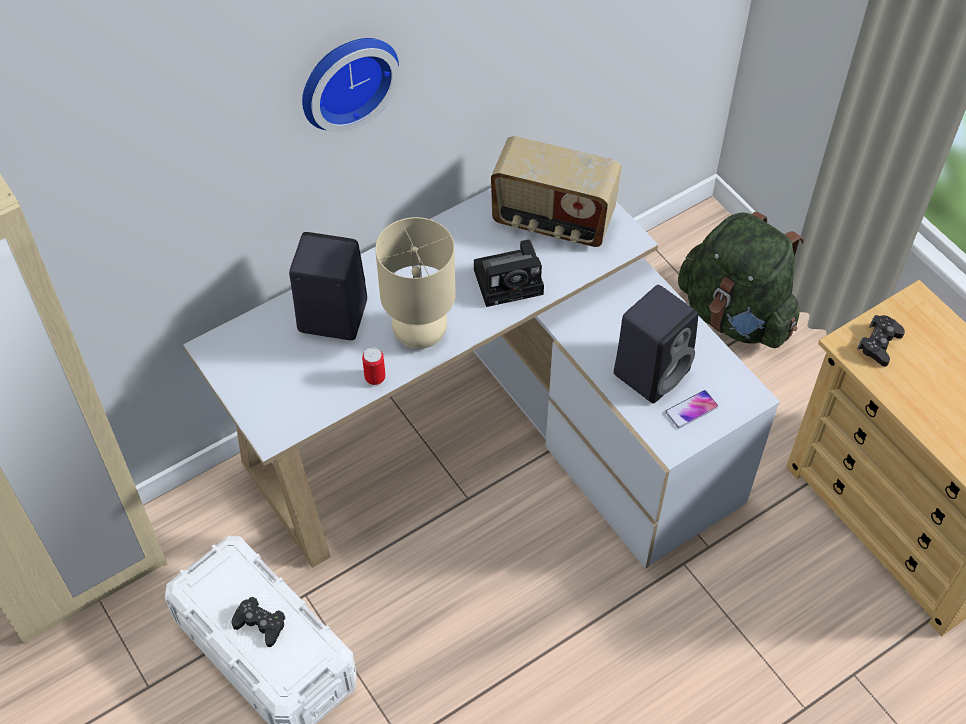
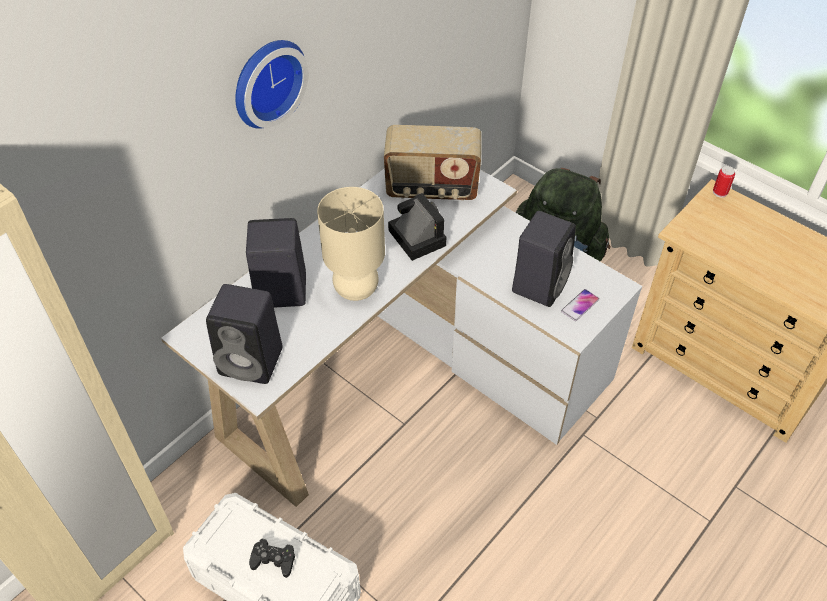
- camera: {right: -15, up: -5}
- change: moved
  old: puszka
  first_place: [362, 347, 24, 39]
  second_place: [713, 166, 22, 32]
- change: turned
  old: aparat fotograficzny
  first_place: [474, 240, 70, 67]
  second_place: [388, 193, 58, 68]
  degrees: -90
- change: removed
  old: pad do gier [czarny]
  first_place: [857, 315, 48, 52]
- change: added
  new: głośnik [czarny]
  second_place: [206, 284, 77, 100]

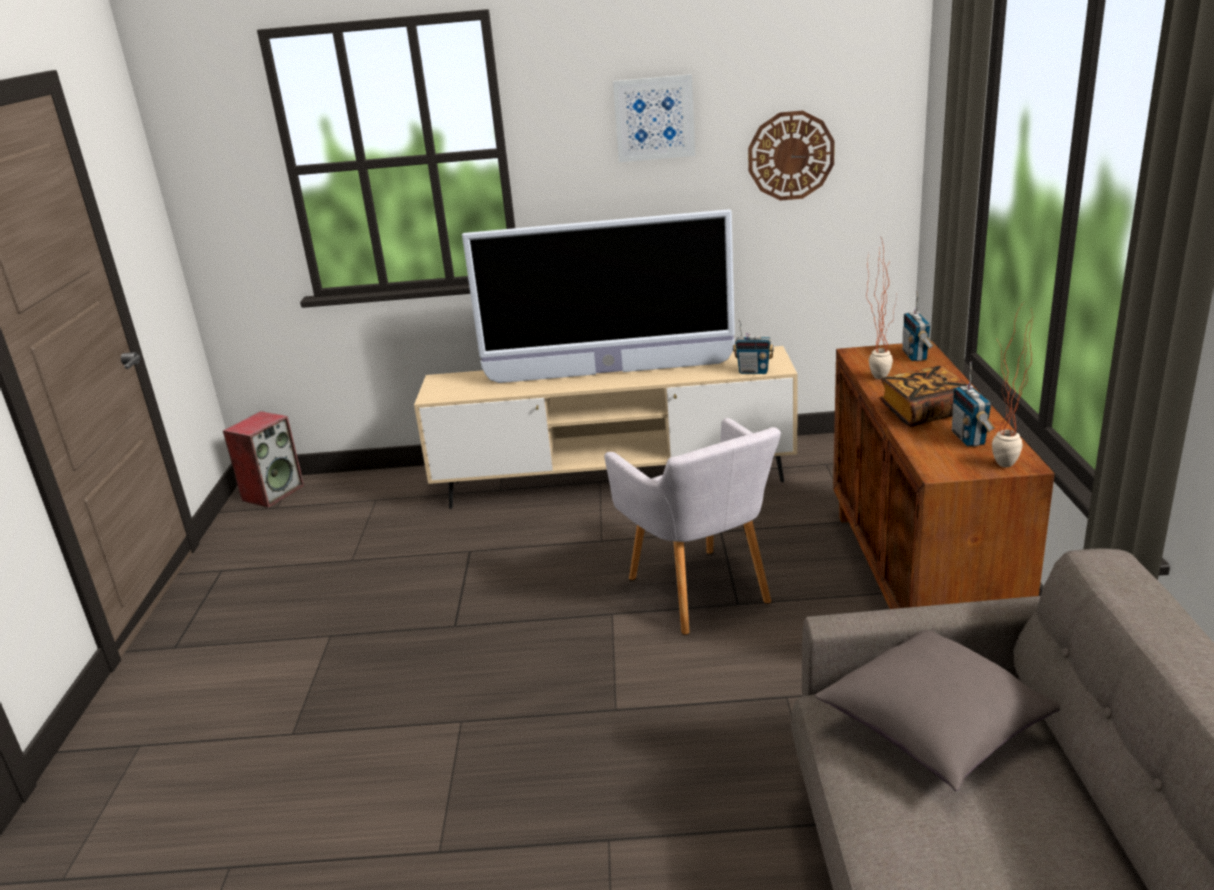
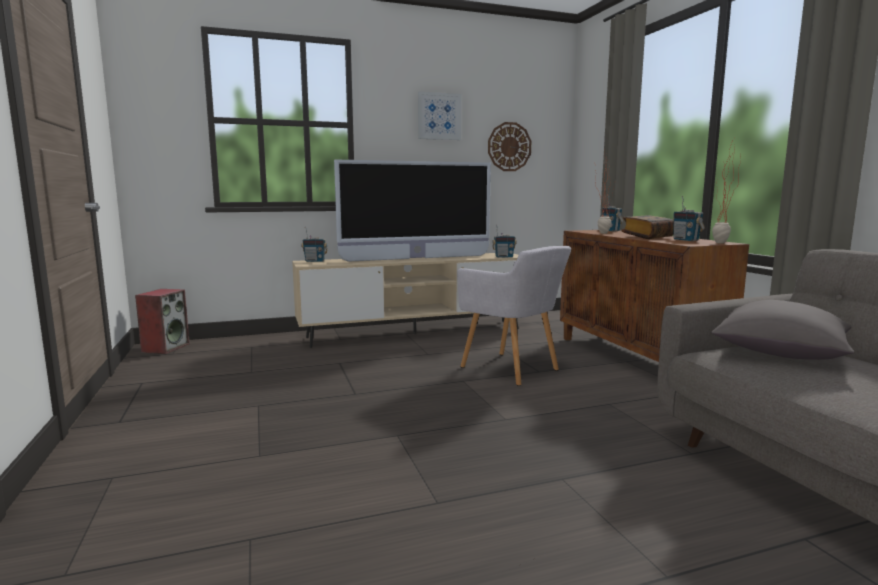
- camera: {right: -20, up: -15}
- change: added
  new: radio
  second_place: [301, 227, 27, 35]

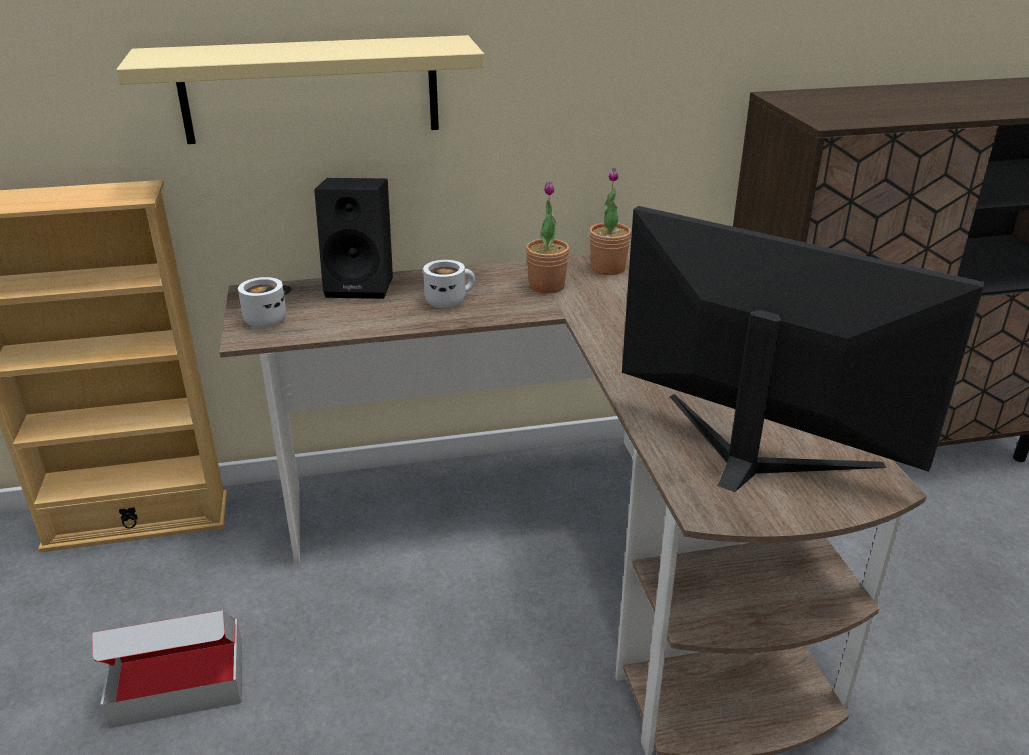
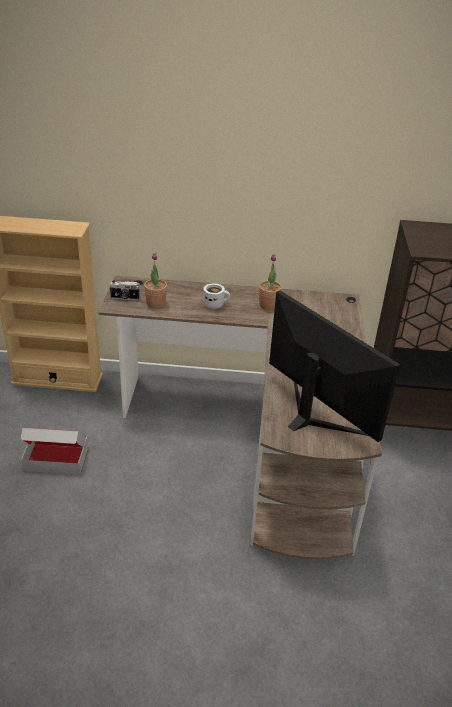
- camera: {right: 15, up: 5}
- change: removed
  old: półka [beżowy]
  first_place: [116, 35, 368, 109]
- change: replaced
  old: kubek [biały]
  new: aparat fotograficzny
  first_place: [238, 277, 48, 51]
  second_place: [109, 281, 31, 19]
- change: removed
  old: głośnik [czarny]
  first_place: [314, 178, 79, 121]
- change: moved
  old: roślina doniczkowa
  first_place: [589, 168, 42, 107]
  second_place: [144, 253, 23, 56]

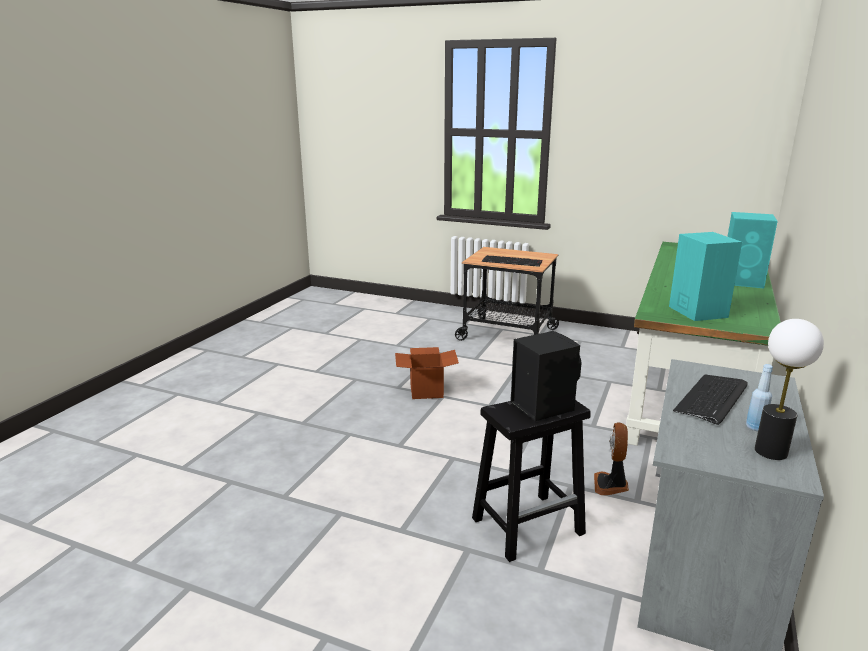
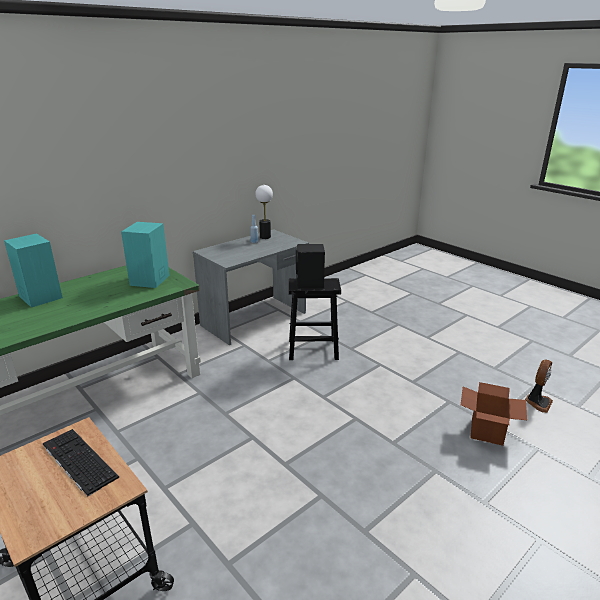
- camera: {right: -155, up: 5}
- change: moved
  old: karton
  first_place: [395, 347, 64, 52]
  second_place: [461, 382, 66, 64]
- change: moved
  old: wentylator
  first_place: [594, 422, 35, 73]
  second_place: [525, 360, 28, 53]
- change: removed
  old: klawiatura
  first_place: [673, 374, 75, 51]

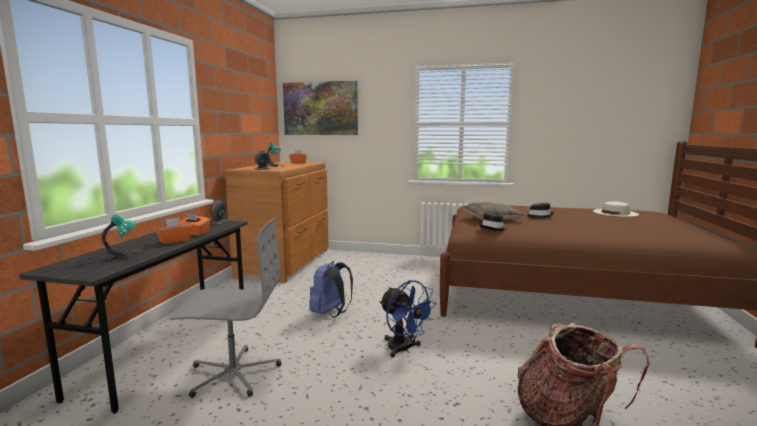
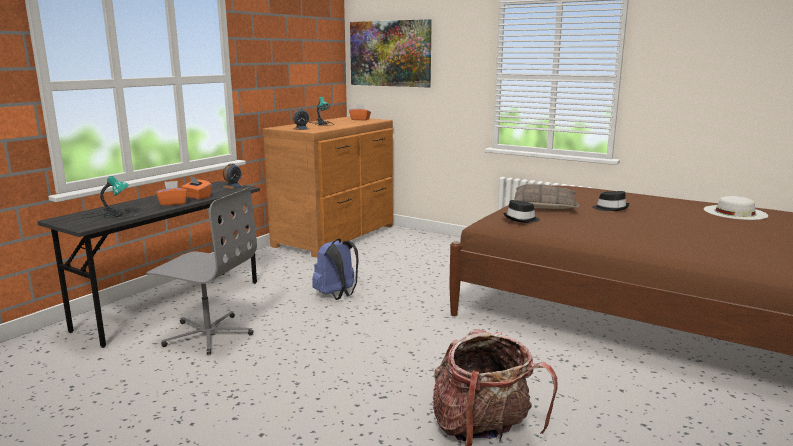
- camera: {right: 20, up: 5}
- change: removed
  old: wentylator [niebieski]
  first_place: [379, 280, 58, 78]

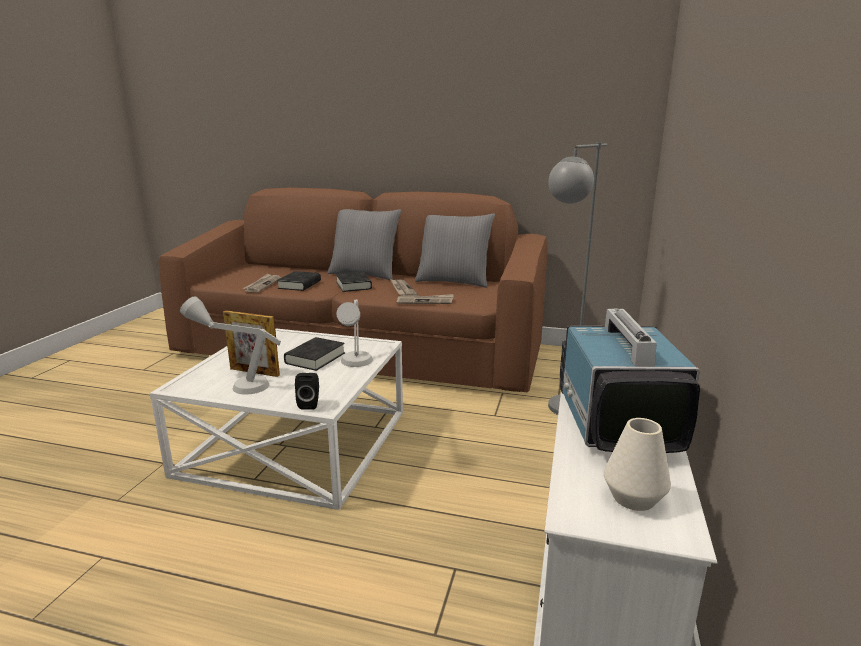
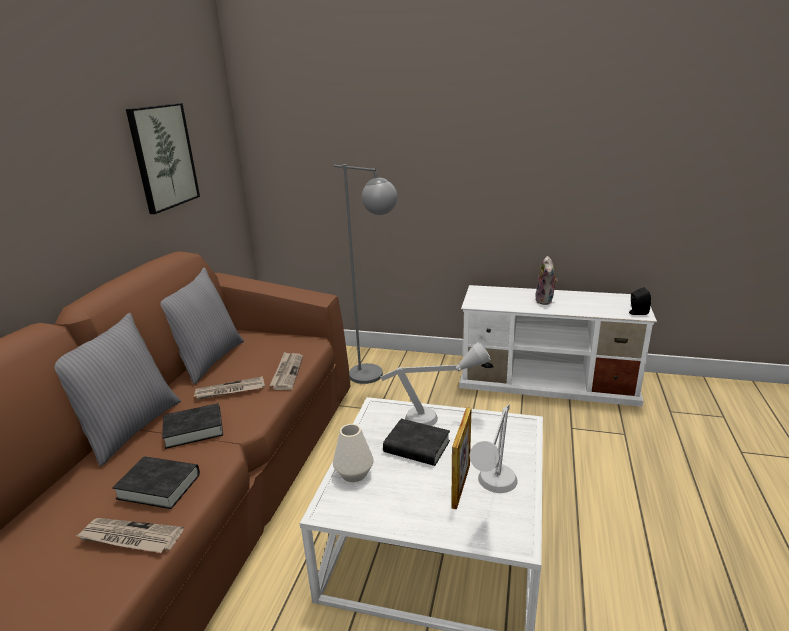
- camera: {right: -90, up: 5}
- change: moved
  old: głośnik [czarny]
  first_place: [295, 373, 24, 37]
  second_place: [629, 287, 22, 28]
- change: replaced
  old: telewizor
  new: pluszak
  first_place: [560, 308, 140, 145]
  second_place: [535, 256, 23, 49]
- change: moved
  old: wazon [biały]
  first_place: [604, 418, 67, 93]
  second_place: [333, 424, 41, 58]
- change: added
  new: obraz
  second_place: [126, 103, 74, 111]

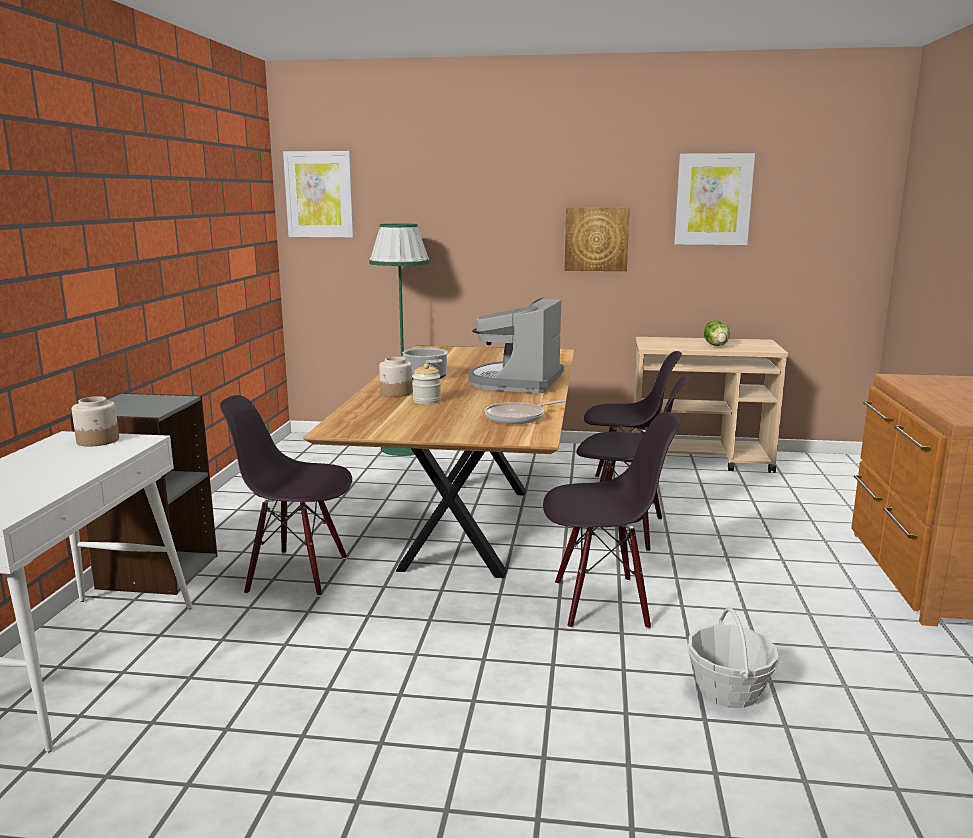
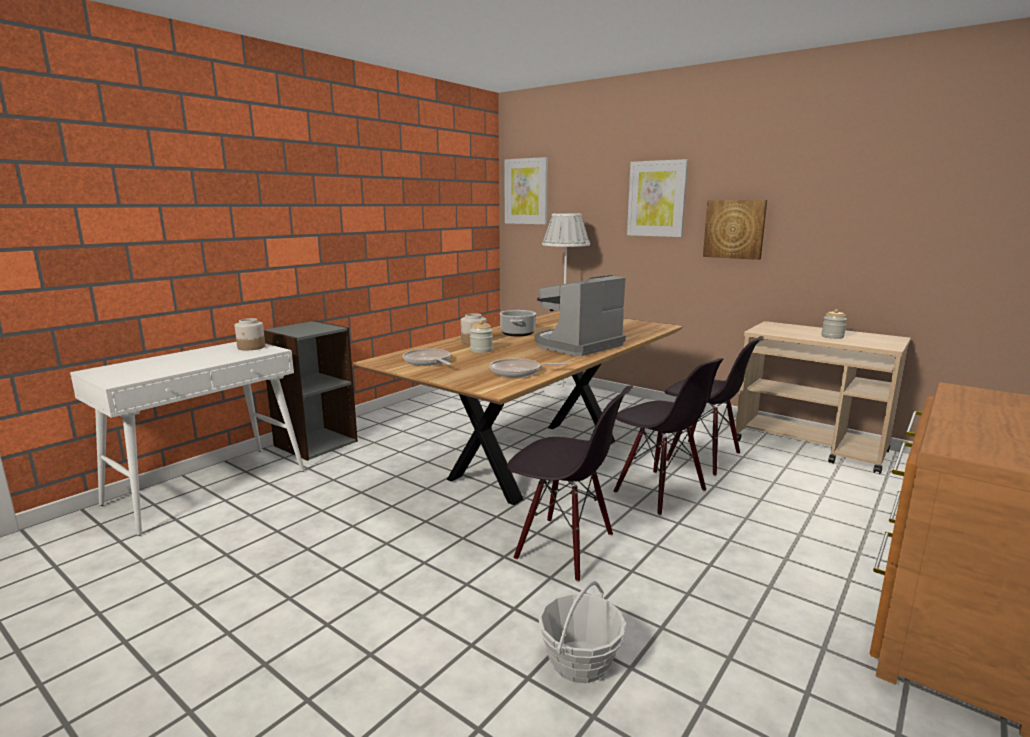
- camera: {right: 30, up: 0}
- change: removed
  old: krzesło [czarny]
  first_place: [220, 395, 132, 202]
- change: recoloured
  old: lampa stojąca [zielony]
  new: lampa stojąca [biały]
  first_place: [369, 224, 61, 232]
  second_place: [542, 213, 48, 185]
- change: moved
  old: obraz
  first_place: [674, 153, 81, 92]
  second_place: [627, 159, 61, 78]
- change: replaced
  old: sałata
  new: słoik
  first_place: [704, 320, 26, 26]
  second_place: [821, 309, 26, 30]
- change: added
  new: patelnia
  second_place: [403, 348, 49, 18]

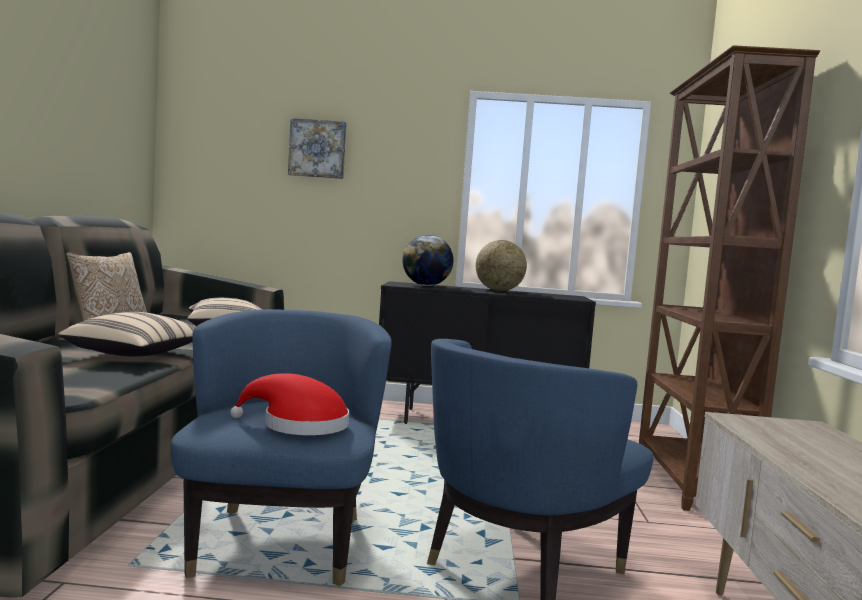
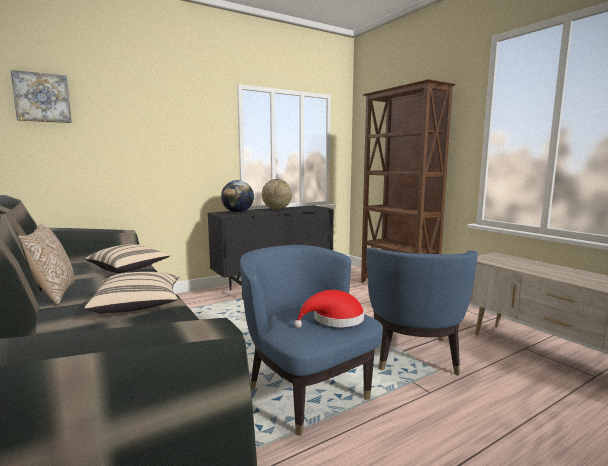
- camera: {right: -35, up: 5}
- change: moved
  old: obraz
  first_place: [288, 118, 59, 61]
  second_place: [11, 70, 61, 53]

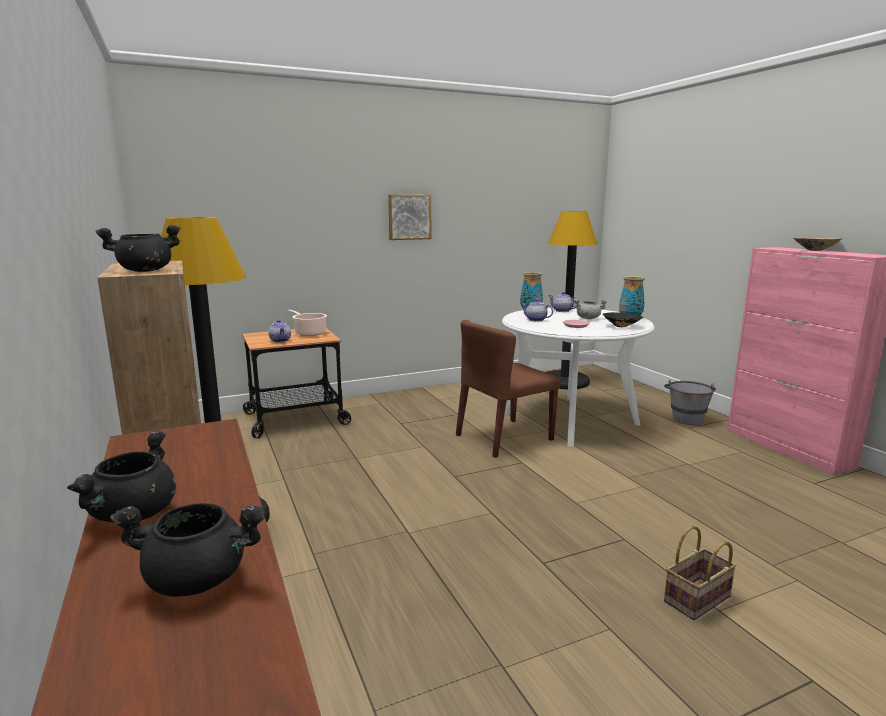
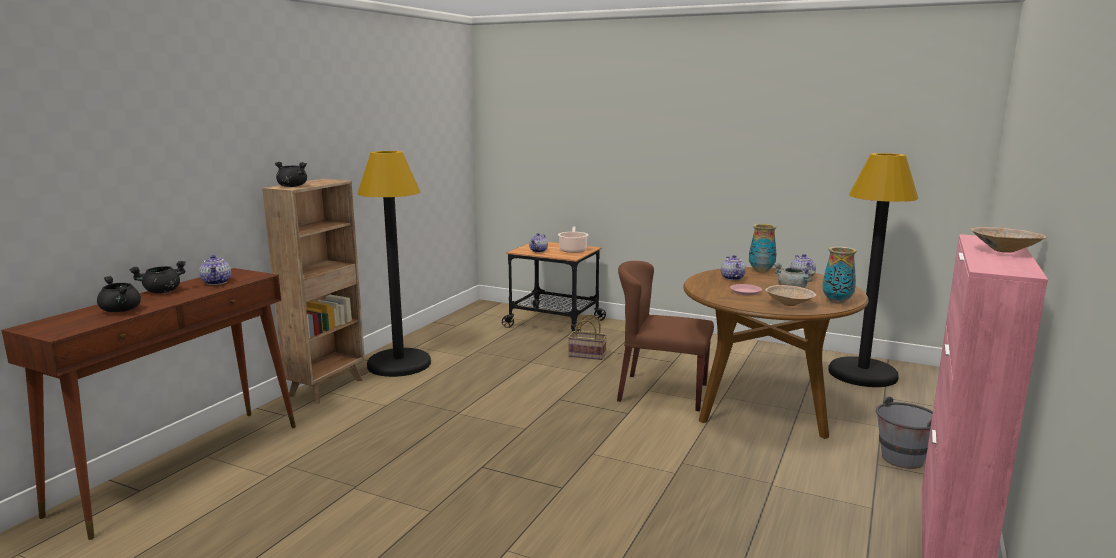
- camera: {right: 50, up: 0}
- change: removed
  old: obraz
  first_place: [388, 195, 43, 45]
- change: recoloured
  old: stół jadalny [biały]
  new: stół jadalny [brązowy]
  first_place: [502, 308, 153, 139]
  second_place: [683, 267, 186, 172]
- change: recoloured
  old: miska [czarny]
  new: miska [beżowy]
  first_place: [603, 312, 40, 15]
  second_place: [765, 285, 51, 21]
- change: moved
  old: koszyk
  first_place: [664, 526, 73, 94]
  second_place: [568, 314, 39, 46]
- change: added
  new: imbryk
  second_place: [199, 255, 32, 30]

